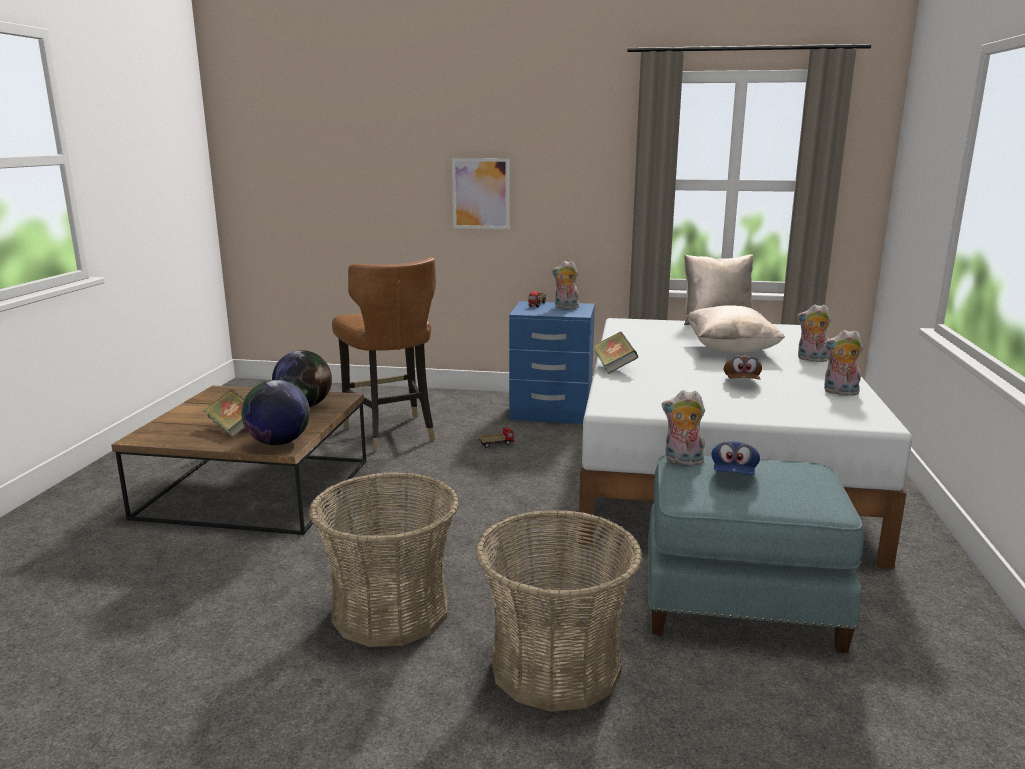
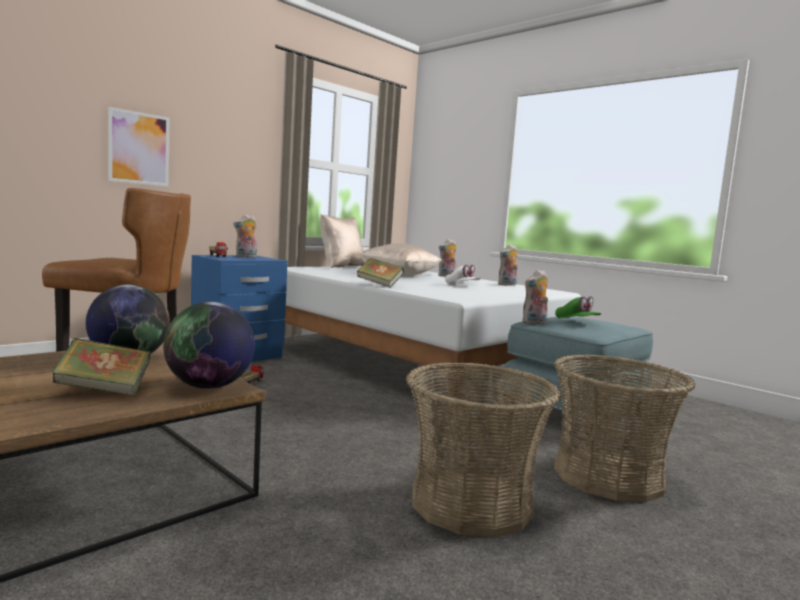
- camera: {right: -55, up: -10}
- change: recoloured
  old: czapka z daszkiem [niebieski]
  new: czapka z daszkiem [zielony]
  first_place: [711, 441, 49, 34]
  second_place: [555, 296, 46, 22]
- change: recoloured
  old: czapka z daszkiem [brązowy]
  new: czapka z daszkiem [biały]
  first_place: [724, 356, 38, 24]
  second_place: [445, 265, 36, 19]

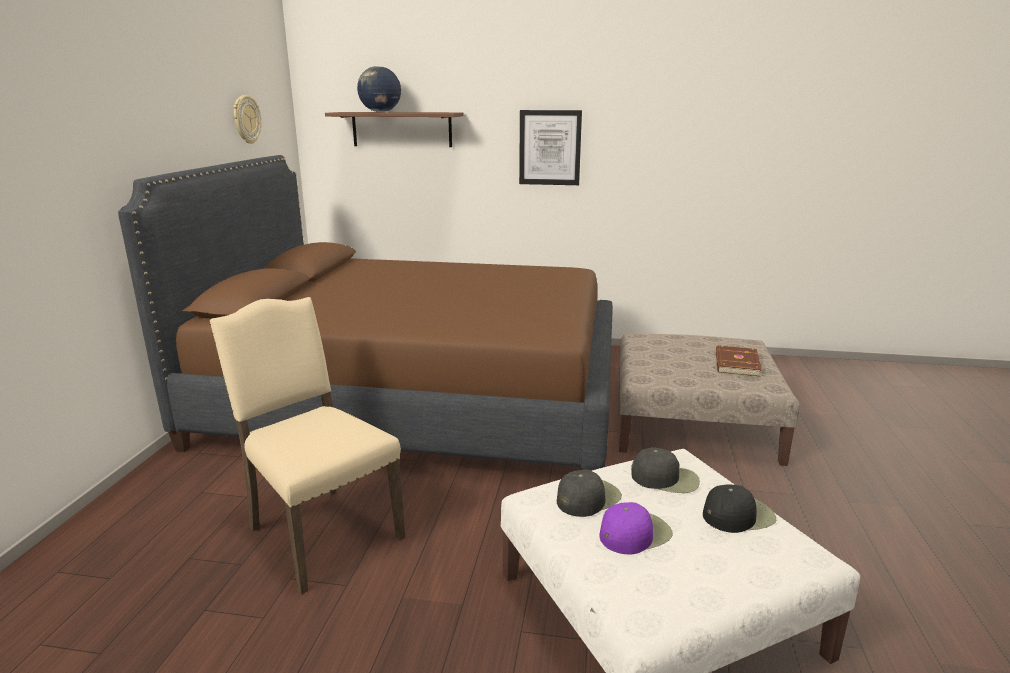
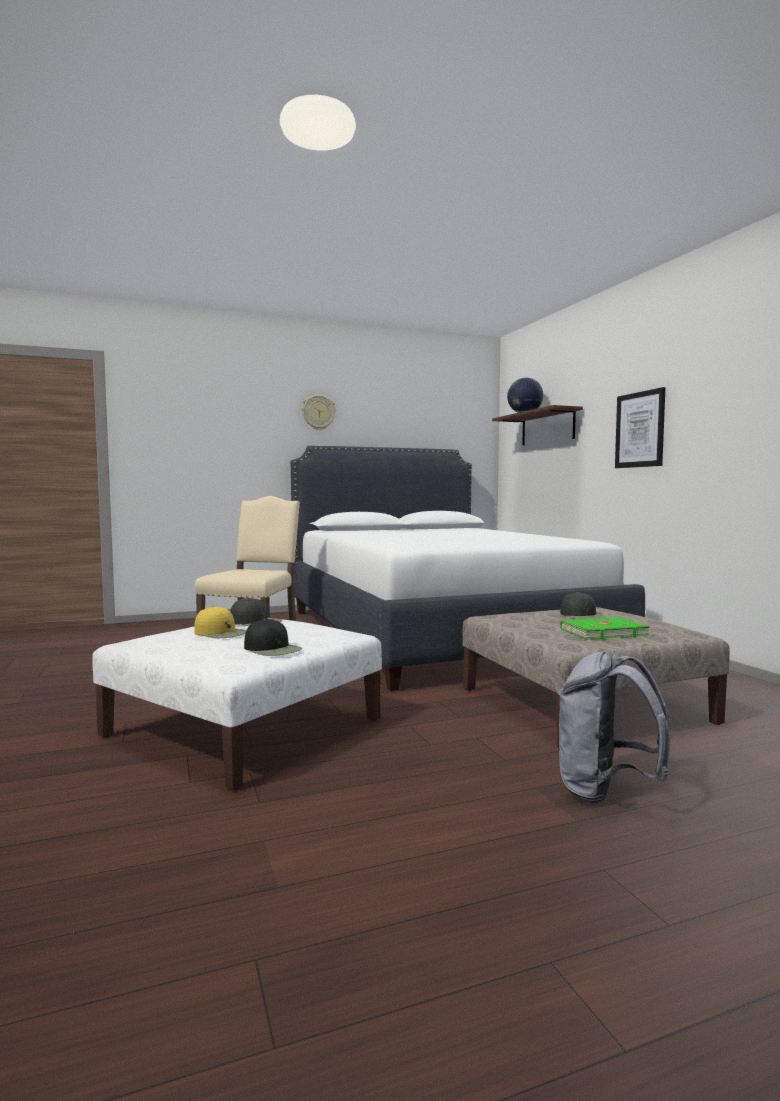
- camera: {right: 60, up: -15}
- change: recoloured
  old: łóżko [brązowy]
  new: łóżko [biały]
  first_place: [118, 155, 495, 316]
  second_place: [291, 446, 354, 245]
- change: moved
  old: zegar ścienny
  first_place: [233, 95, 28, 49]
  second_place: [302, 395, 34, 35]
- change: recoloured
  old: czapka z daszkiem [fioletowy]
  new: czapka z daszkiem [żółty]
  first_place: [599, 502, 74, 53]
  second_place: [194, 606, 52, 32]
- change: moved
  old: czapka z daszkiem [czarny]
  first_place: [631, 447, 69, 46]
  second_place: [560, 592, 46, 27]
- change: recoloured
  old: książka [brązowy]
  new: książka [zielony]
  first_place: [716, 345, 46, 32]
  second_place: [560, 617, 90, 23]
- change: added
  new: plecak [szary]
  second_place: [558, 650, 112, 153]

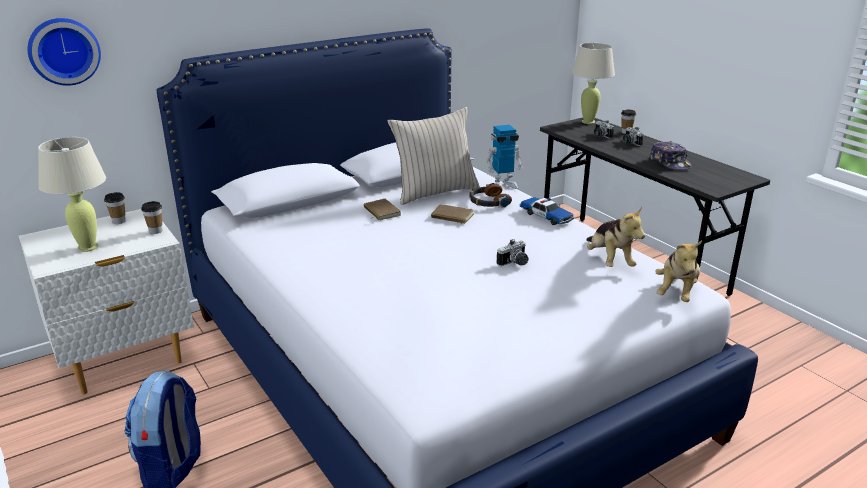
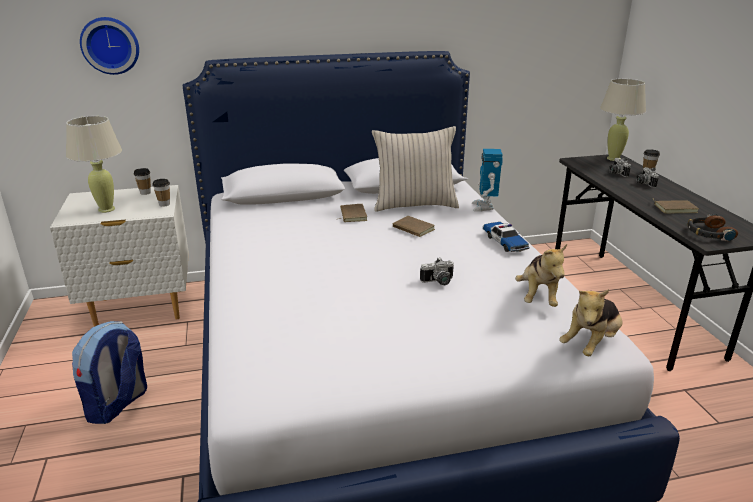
- camera: {right: 20, up: 0}
- change: moved
  old: słuchawki
  first_place: [469, 183, 43, 25]
  second_place: [687, 214, 51, 27]
- change: turned
  old: robot zabawkowy
  first_place: [485, 125, 38, 64]
  second_place: [472, 149, 31, 63]
  degrees: 90
- change: replaced
  old: czapka z daszkiem
  new: książka [brązowy]
  first_place: [649, 141, 43, 29]
  second_place: [653, 199, 46, 14]

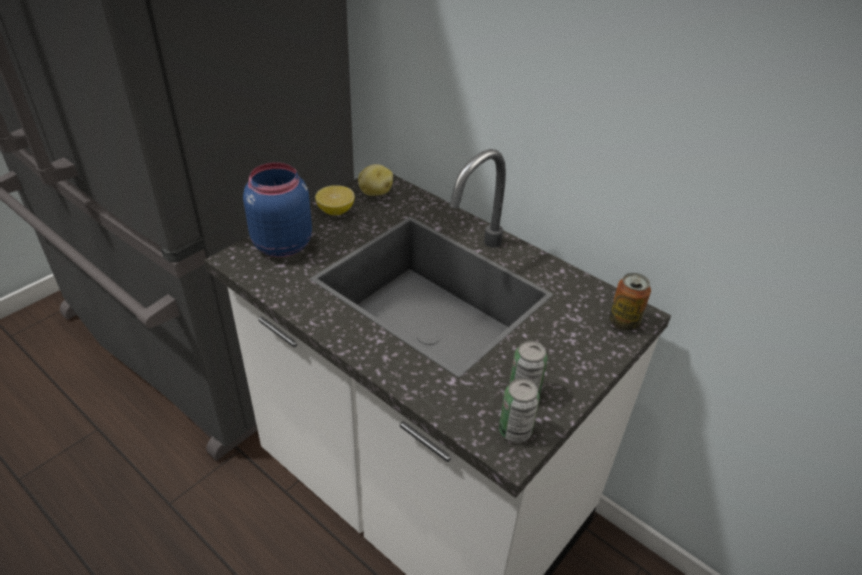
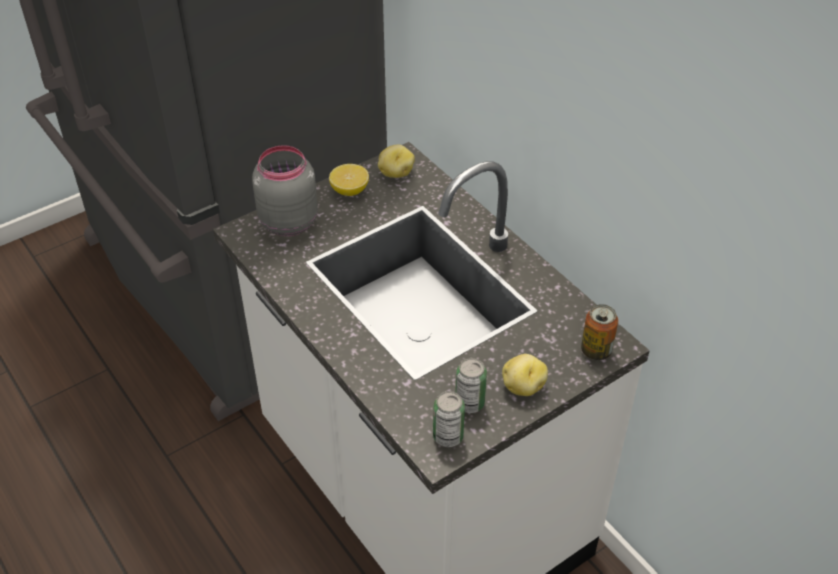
- camera: {right: 15, up: 5}
- change: recoloured
  old: słoik [niebieski]
  new: słoik [szary]
  first_place: [243, 162, 69, 95]
  second_place: [252, 145, 66, 91]
- change: added
  new: ziemniak
  second_place: [502, 354, 46, 42]

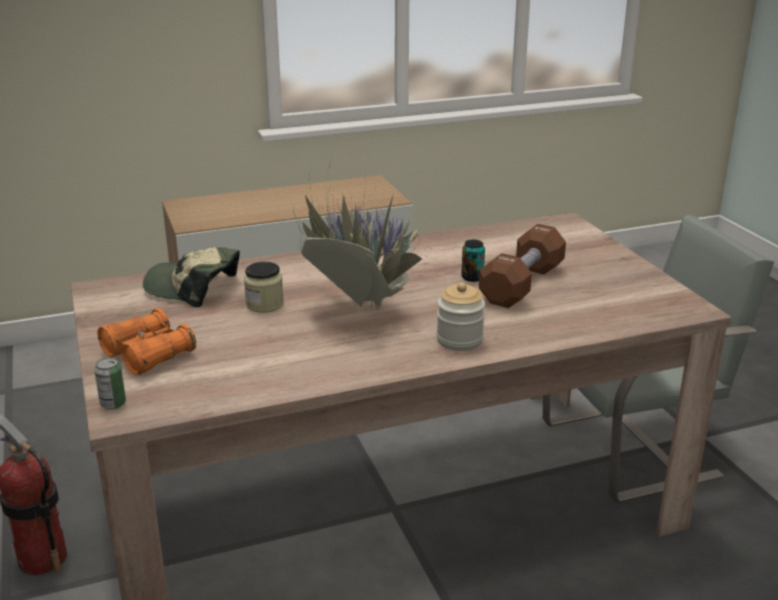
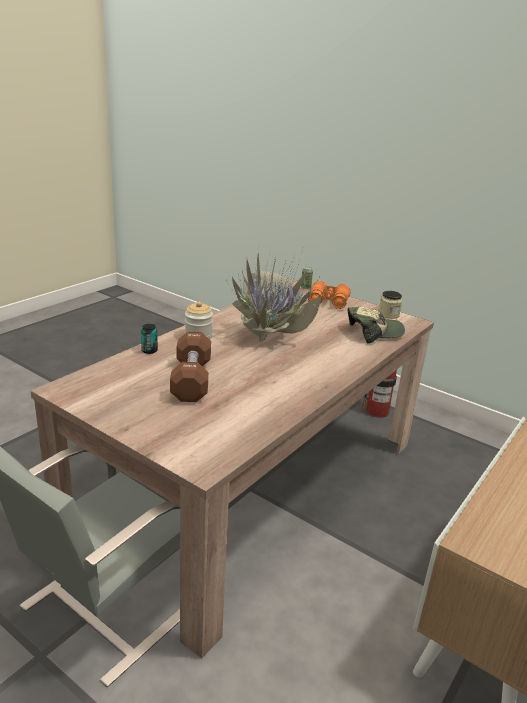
- camera: {right: 145, up: 0}
- change: moved
  old: słoik
  first_place: [244, 262, 40, 50]
  second_place: [379, 291, 23, 28]
- change: moved
  old: puszka
  first_place: [461, 240, 24, 42]
  second_place: [141, 324, 17, 30]

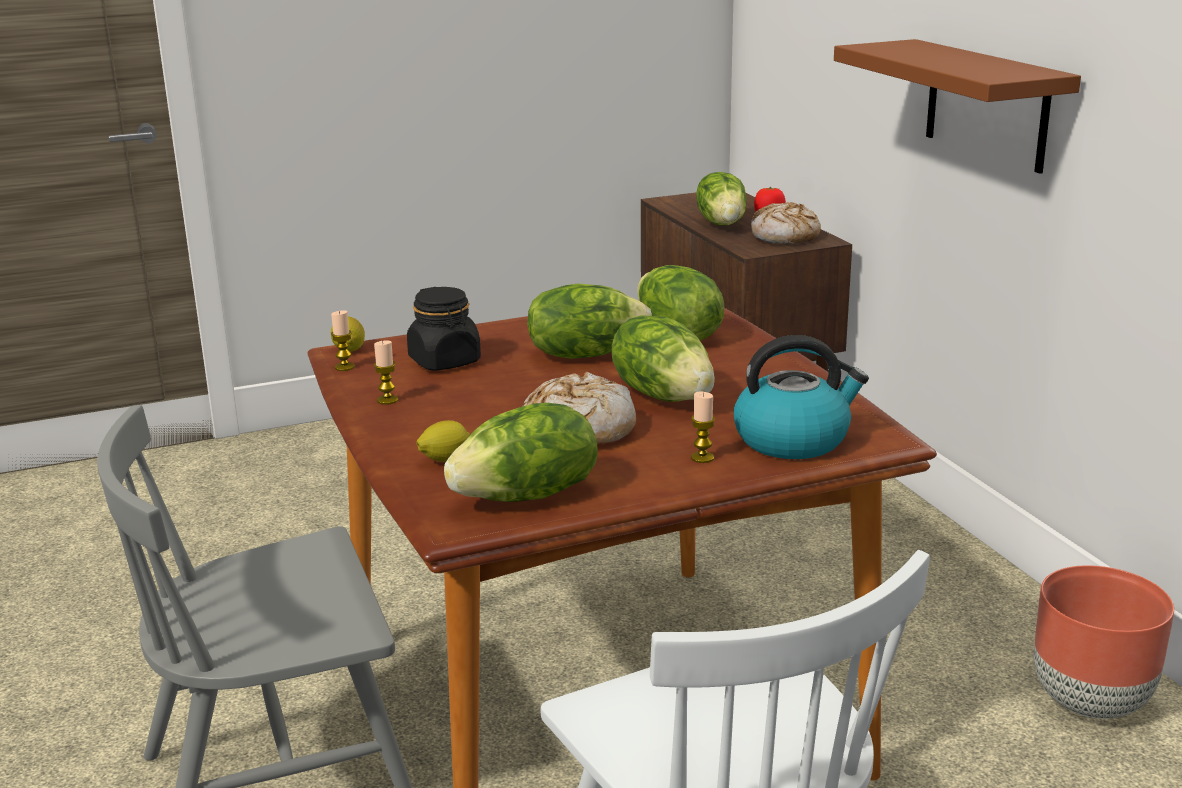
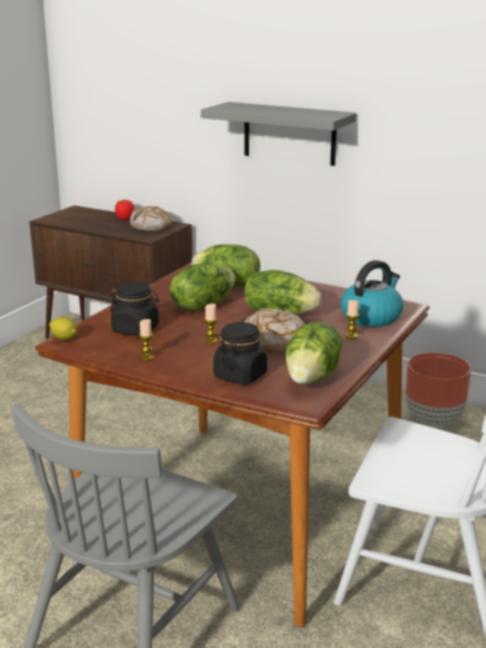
- camera: {right: -40, up: 0}
- change: moved
  old: świeca
  first_place: [331, 310, 24, 61]
  second_place: [204, 304, 14, 40]
- change: replaced
  old: cytryna
  new: słoik [czarny]
  first_place: [416, 420, 55, 42]
  second_place: [213, 322, 54, 63]
- change: removed
  old: sałata
  first_place: [696, 172, 51, 53]
- change: recoloured
  old: półka [brązowy]
  new: półka [szary]
  first_place: [834, 39, 247, 135]
  second_place: [201, 102, 155, 64]

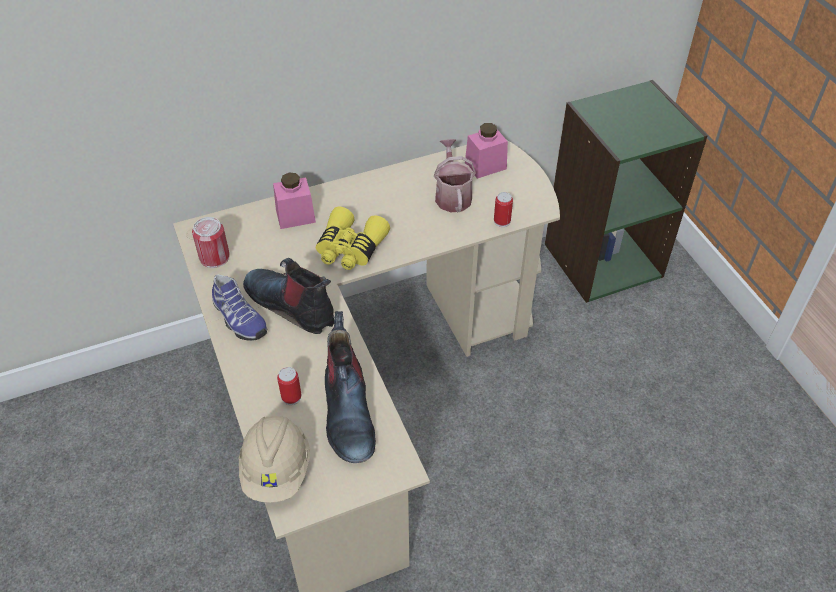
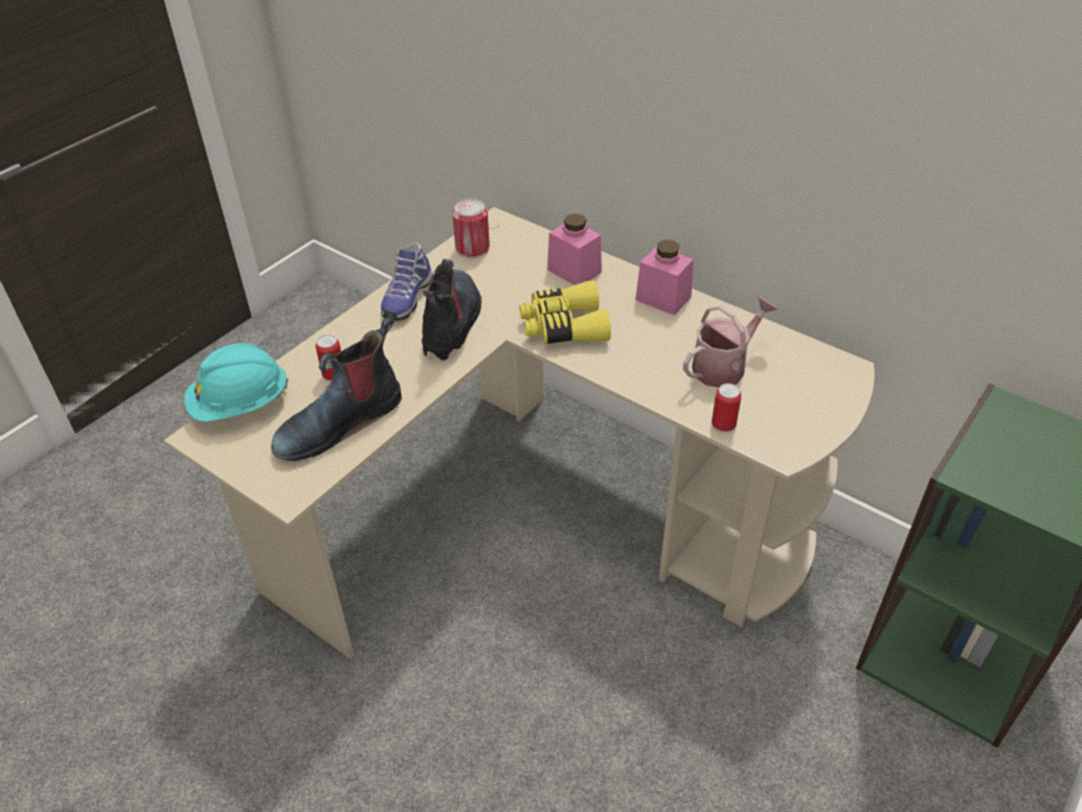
- camera: {right: 60, up: -5}
- change: recoloured
  old: kask [beżowy]
  new: kask [turkusowy]
  first_place: [239, 416, 71, 87]
  second_place: [184, 343, 104, 79]
- change: moved
  old: słoik [różowy]
  first_place: [465, 123, 43, 56]
  second_place: [635, 240, 59, 75]

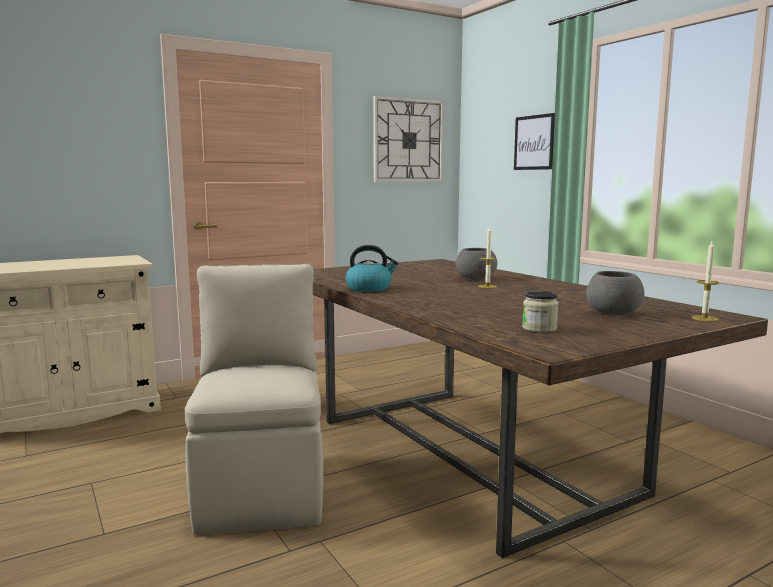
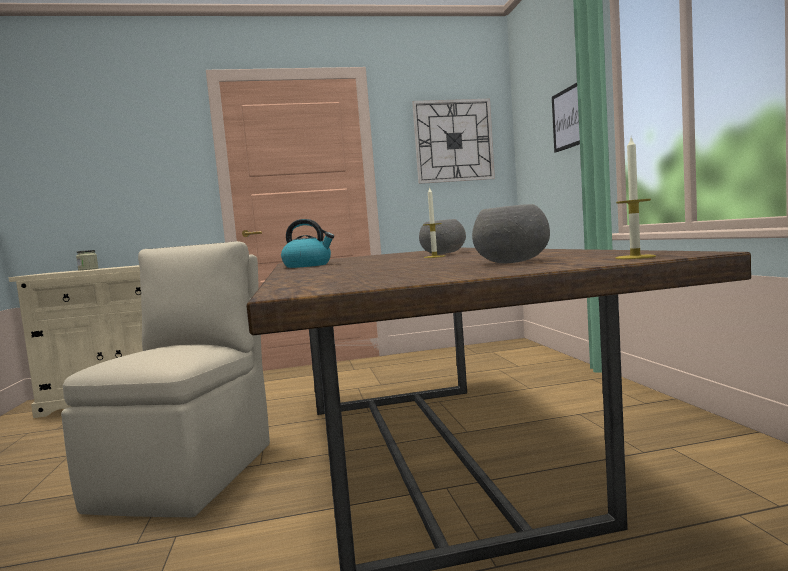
- camera: {right: 20, up: -5}
- change: moved
  old: słoik
  first_place: [522, 291, 36, 42]
  second_place: [76, 250, 22, 20]

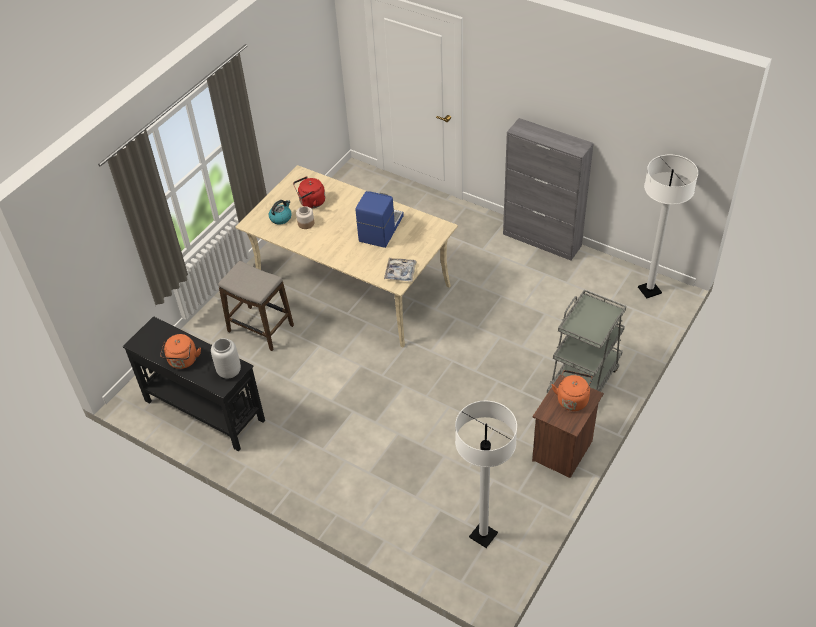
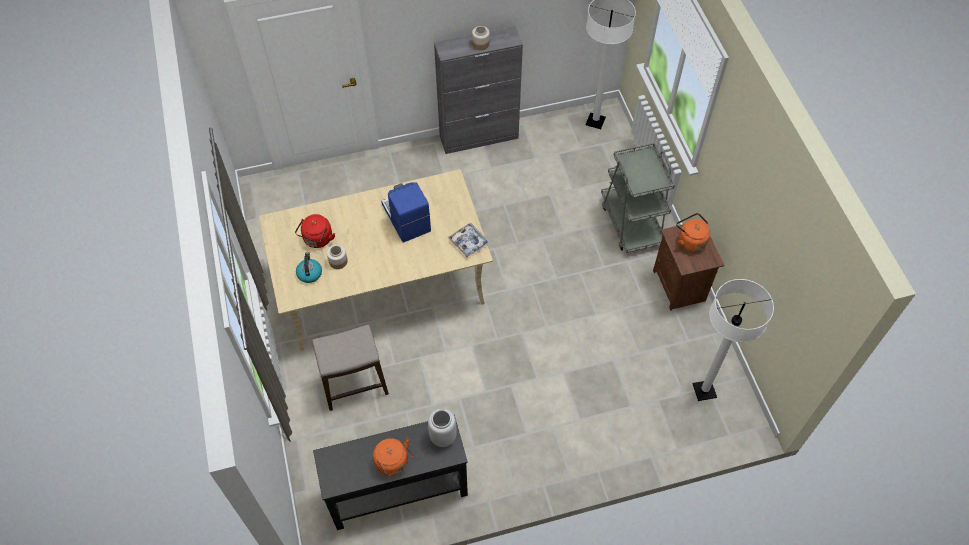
- camera: {right: -50, up: 10}
- change: added
  new: słoik
  second_place: [472, 26, 18, 24]

